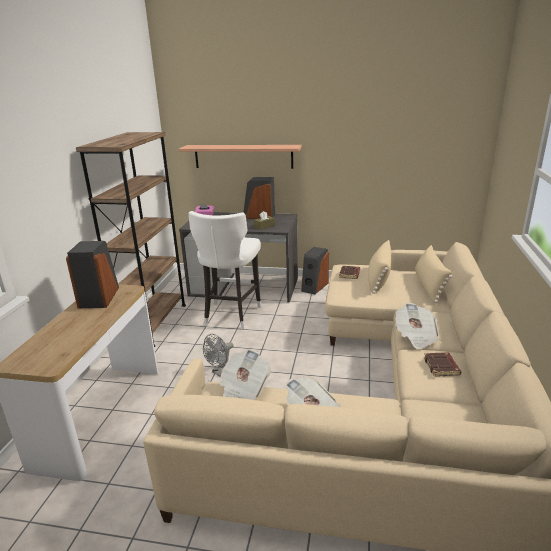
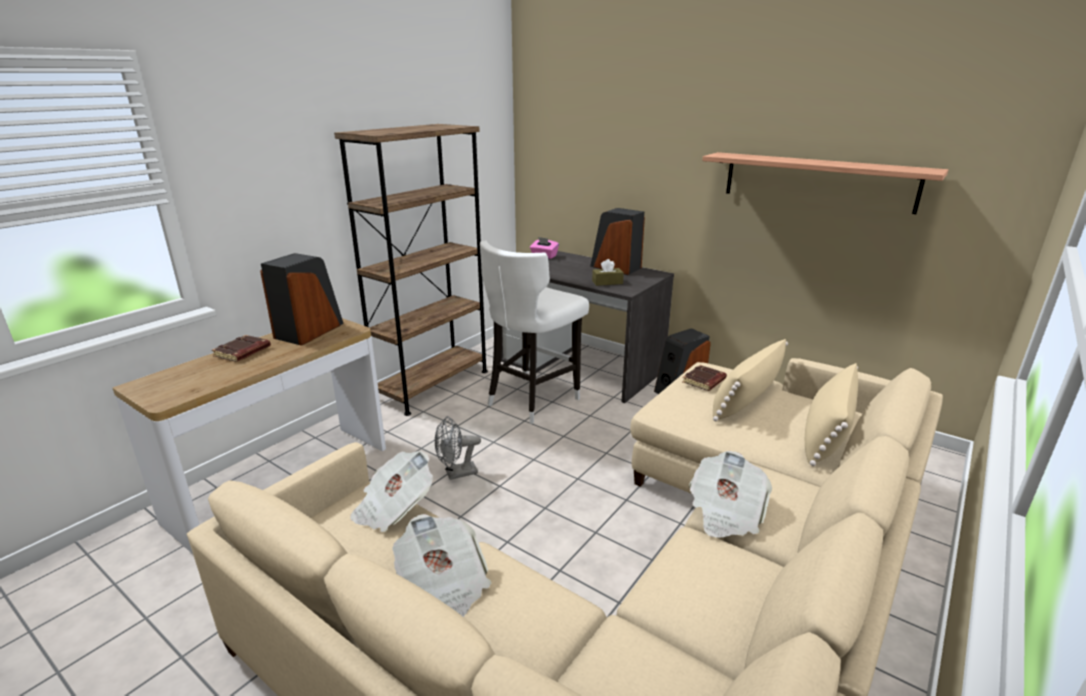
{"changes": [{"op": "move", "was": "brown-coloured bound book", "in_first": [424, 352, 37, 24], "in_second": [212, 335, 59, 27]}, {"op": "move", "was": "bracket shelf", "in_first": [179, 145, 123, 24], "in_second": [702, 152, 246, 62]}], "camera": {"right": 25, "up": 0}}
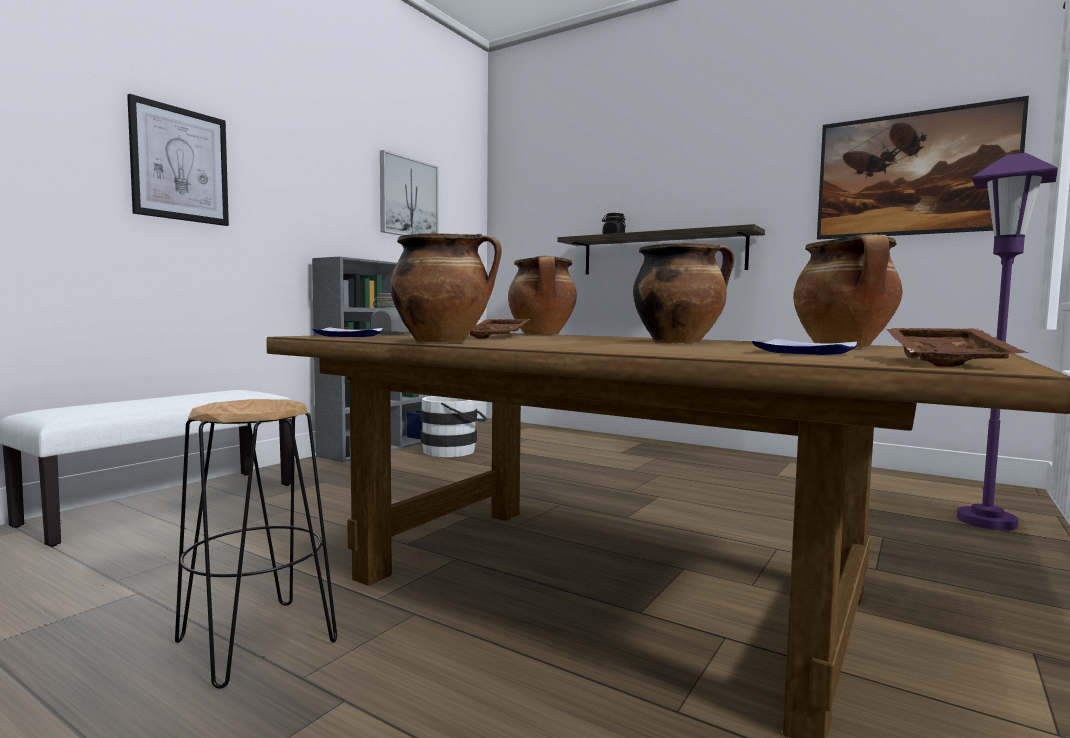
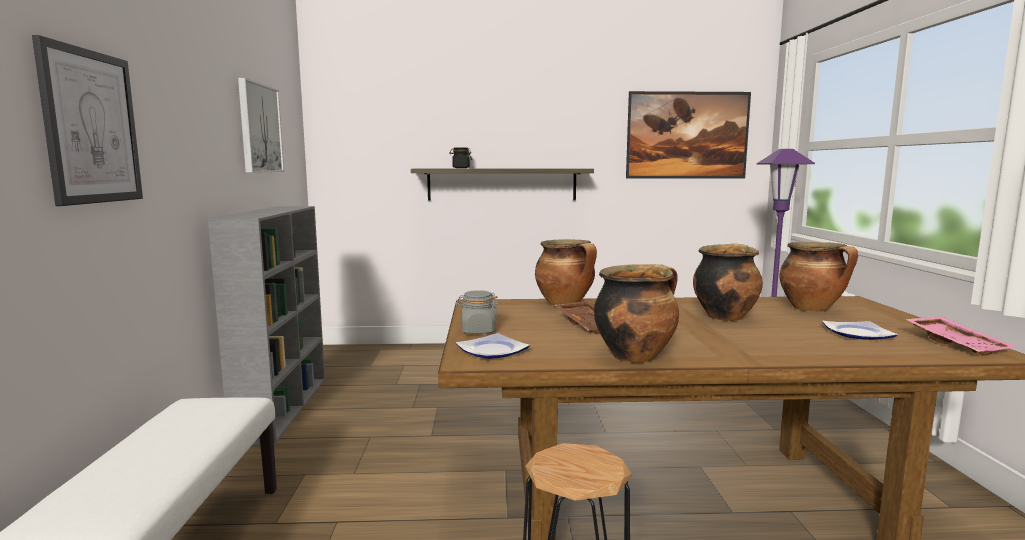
{"changes": [{"op": "recolor", "was": "brown-coloured carrying tray", "now": "pink-coloured carrying tray", "in_first": [886, 328, 142, 39], "in_second": [905, 316, 112, 40]}, {"op": "delete", "was": "white-coloured bucket", "in_first": [421, 396, 65, 61]}], "camera": {"right": -35, "up": 5}}
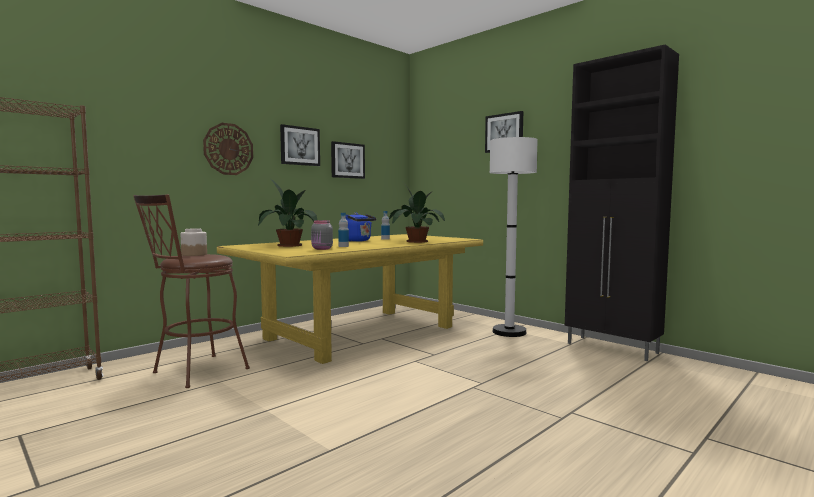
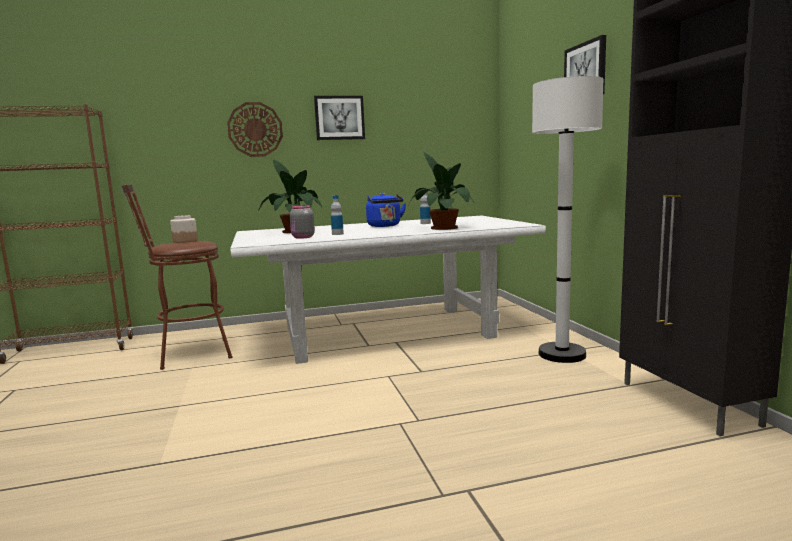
{"changes": [{"op": "recolor", "was": "yellow kitchen table", "now": "white-coloured kitchen table", "in_first": [217, 234, 266, 130], "in_second": [230, 216, 316, 148]}, {"op": "delete", "was": "picture", "in_first": [331, 141, 34, 38]}], "camera": {"right": 30, "up": 5}}
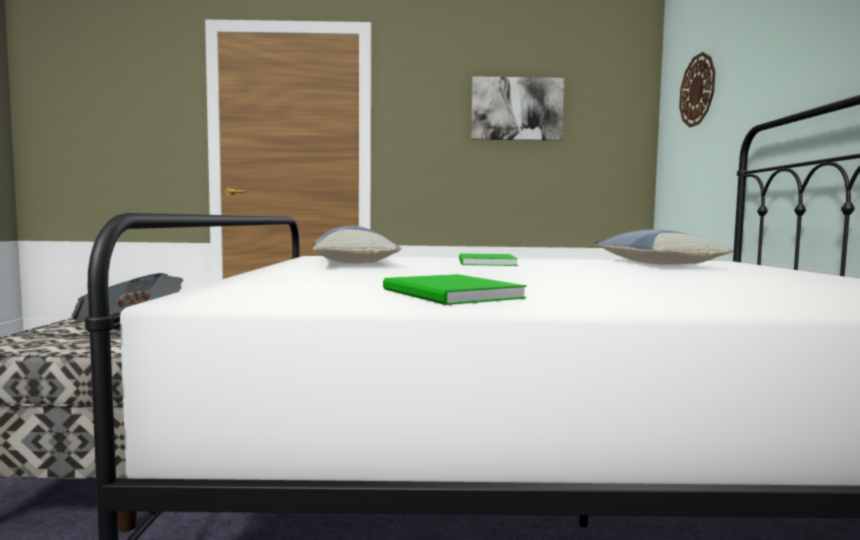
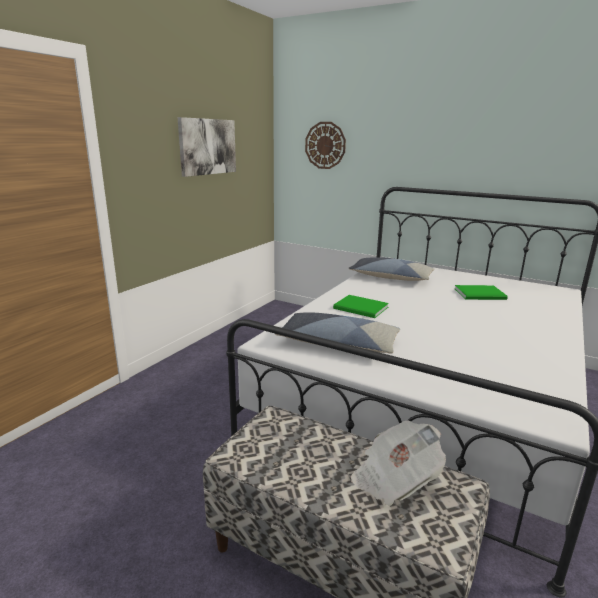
{"changes": [{"op": "move", "was": "green bound book", "in_first": [383, 274, 144, 31], "in_second": [455, 285, 53, 15]}], "camera": {"right": -60, "up": 15}}
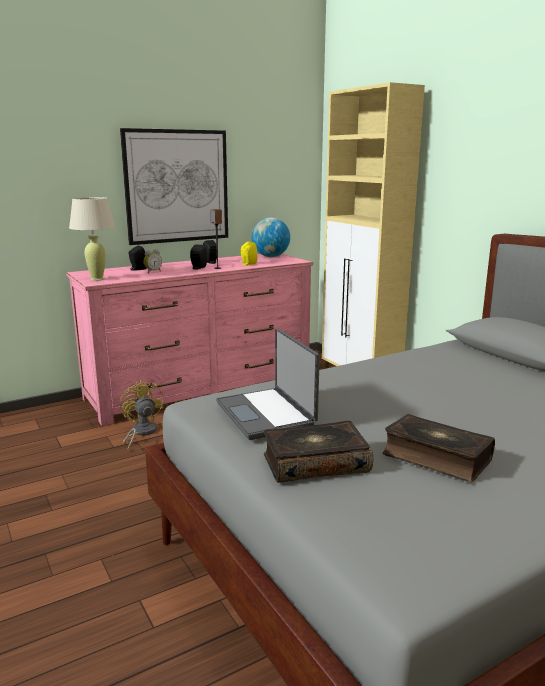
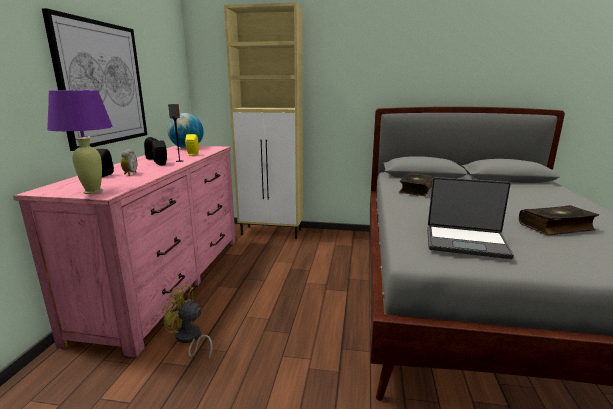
{"changes": [{"op": "recolor", "was": "beige lamp for a table", "now": "purple-coloured lamp for a table", "in_first": [69, 197, 47, 84], "in_second": [47, 90, 66, 104]}, {"op": "move", "was": "bound book", "in_first": [264, 420, 109, 63], "in_second": [399, 172, 35, 24]}], "camera": {"right": -50, "up": 0}}
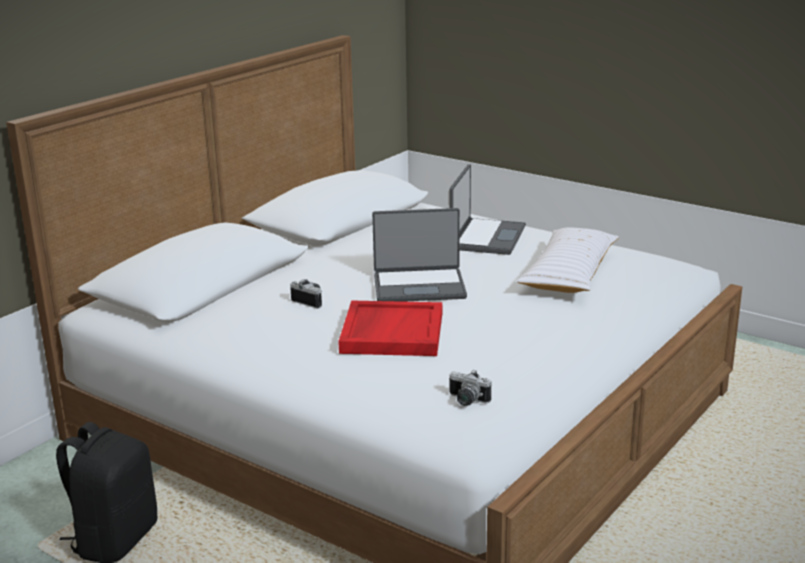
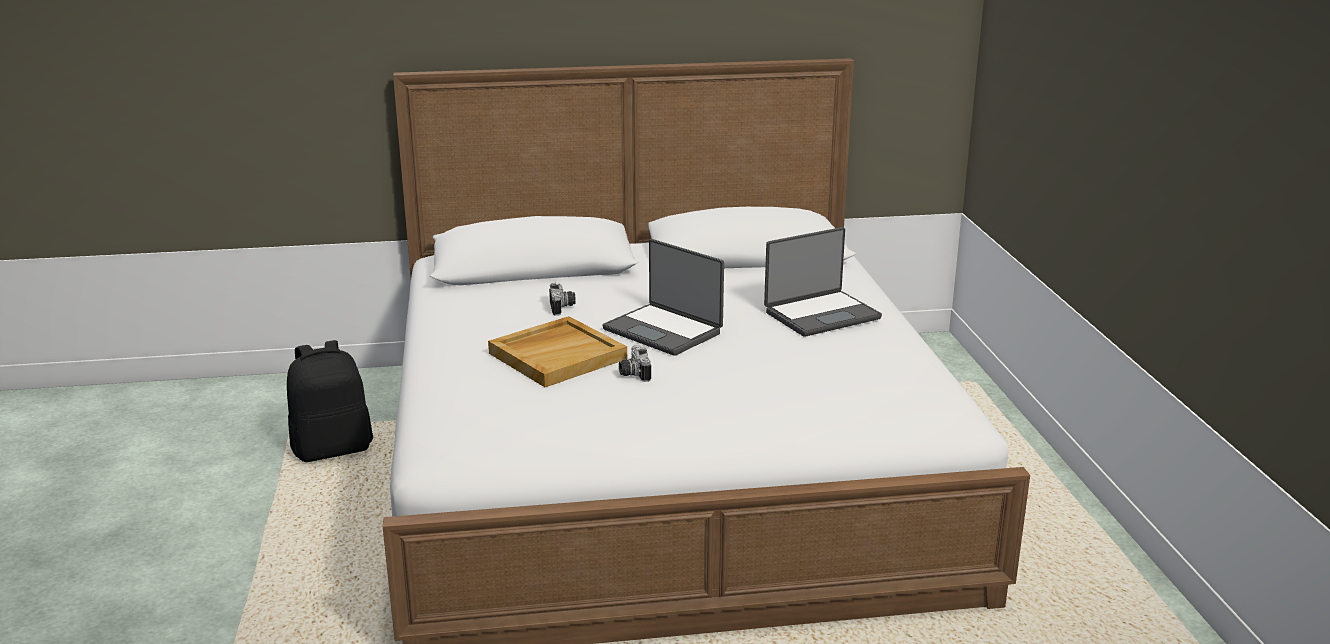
{"changes": [{"op": "recolor", "was": "red-coloured carrying tray", "now": "beige carrying tray", "in_first": [338, 301, 104, 55], "in_second": [488, 316, 139, 71]}, {"op": "move", "was": "still camera", "in_first": [449, 370, 43, 36], "in_second": [619, 345, 32, 37]}, {"op": "delete", "was": "white-coloured throw pillow", "in_first": [517, 227, 102, 66]}], "camera": {"right": 45, "up": 0}}
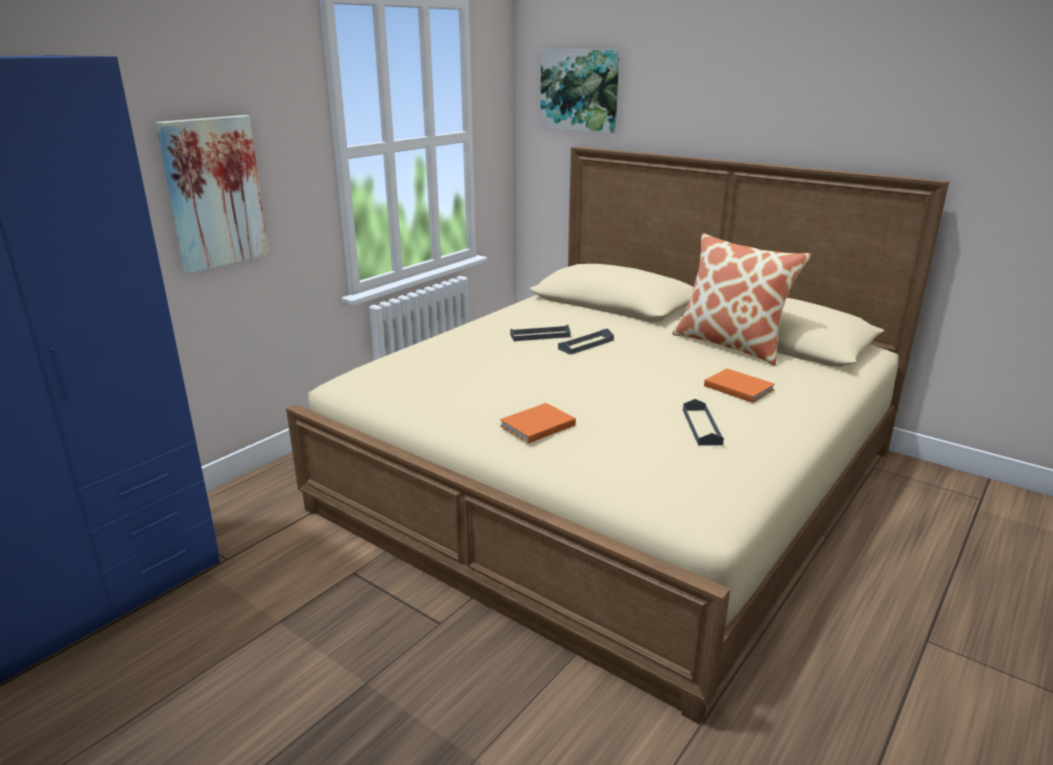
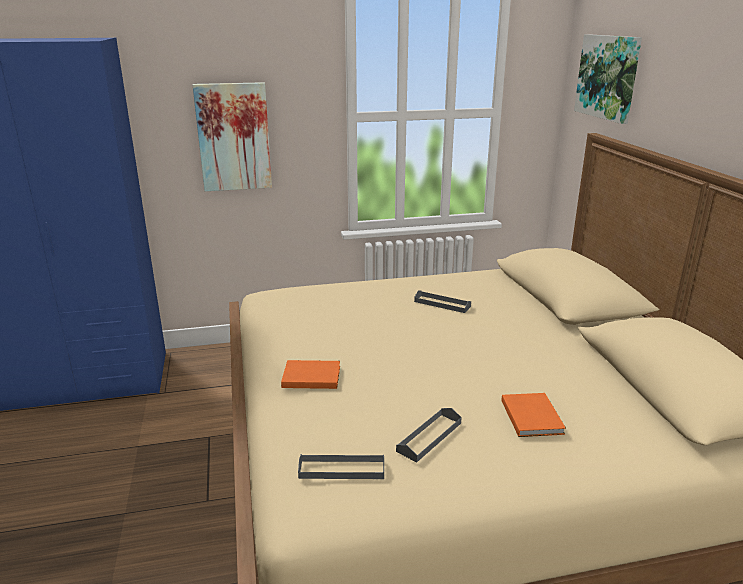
{"changes": [{"op": "move", "was": "greyish carrying tray", "in_first": [558, 328, 56, 27], "in_second": [298, 454, 86, 25]}, {"op": "delete", "was": "throw pillow", "in_first": [672, 233, 139, 132]}], "camera": {"right": 40, "up": 0}}
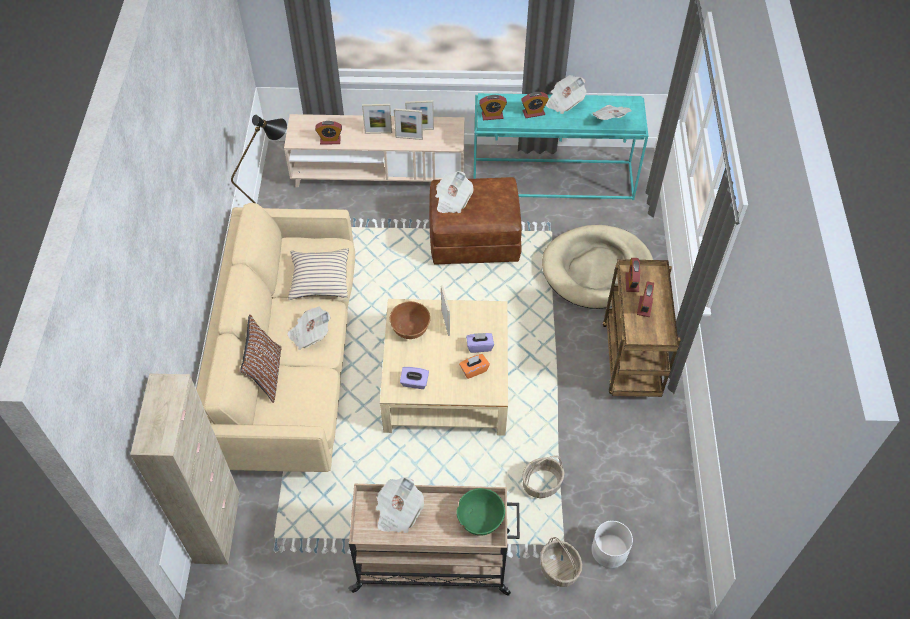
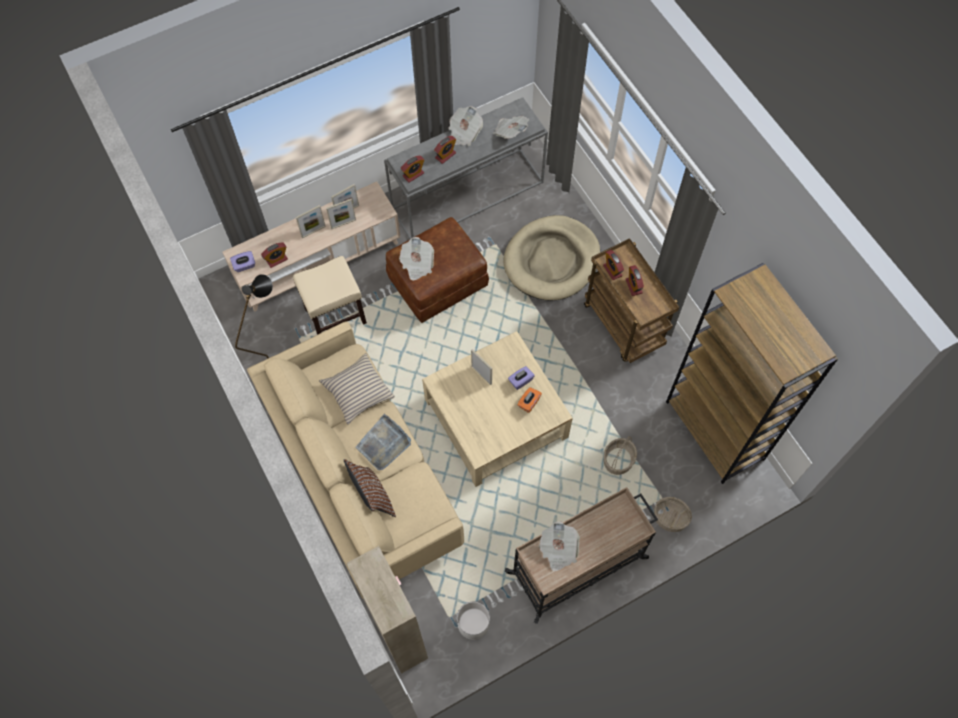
{"changes": [{"op": "move", "was": "purple-coloured tissue box", "in_first": [400, 367, 29, 22], "in_second": [230, 251, 25, 21]}, {"op": "insert", "now": "beige stool seat", "in_second": [293, 256, 74, 79]}, {"op": "replace", "was": "printed paper", "now": "greyish carrying tray", "in_first": [287, 306, 44, 44], "in_second": [355, 414, 56, 56]}, {"op": "recolor", "was": "turquoise narrow table", "now": "greyish narrow table", "in_first": [474, 93, 174, 107], "in_second": [384, 98, 164, 141]}, {"op": "move", "was": "white-coloured flower pot", "in_first": [591, 520, 42, 48], "in_second": [457, 601, 33, 39]}, {"op": "insert", "now": "brown-coloured bookcase", "in_second": [666, 263, 172, 221]}, {"op": "delete", "was": "brown-coloured serving bowl", "in_first": [390, 301, 40, 38]}, {"op": "delete", "was": "green serving bowl", "in_first": [456, 488, 49, 48]}], "camera": {"right": -30, "up": 10}}
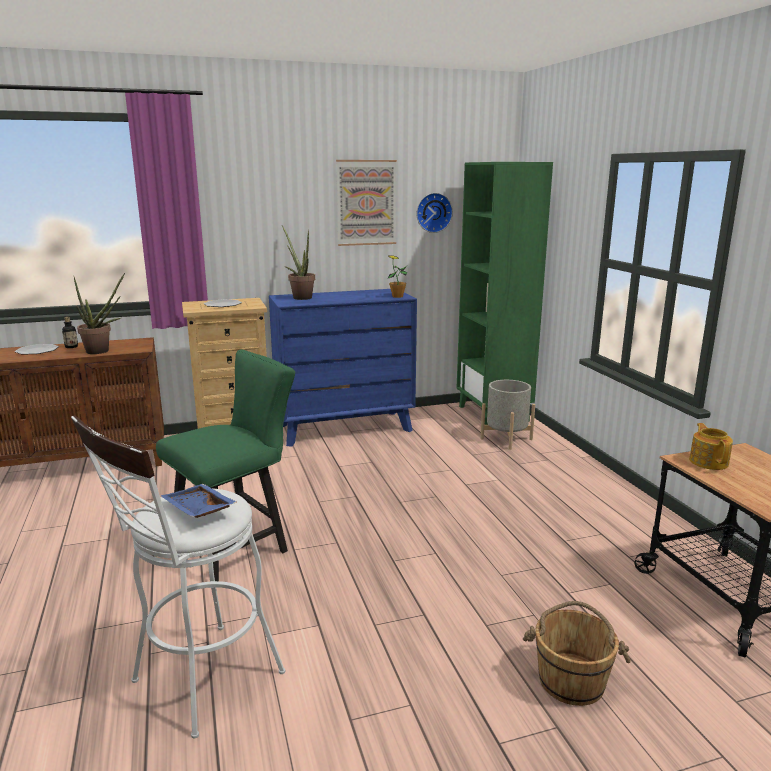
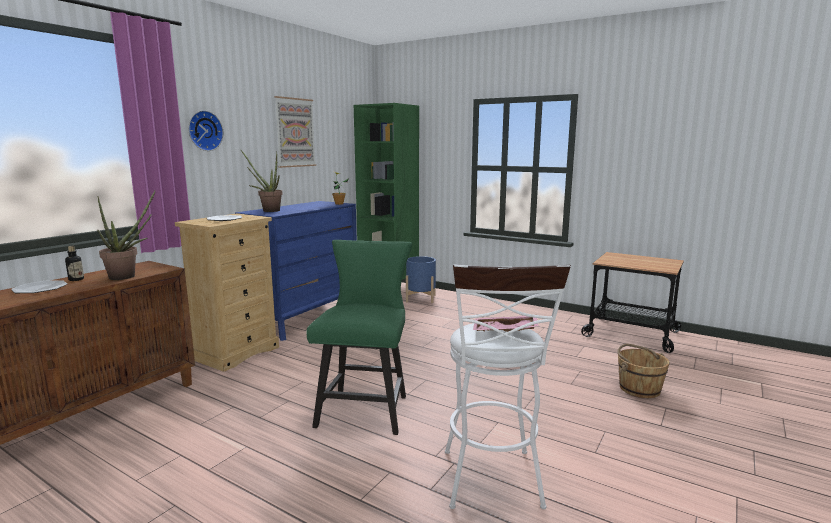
{"changes": [{"op": "move", "was": "wall clock", "in_first": [417, 193, 36, 40], "in_second": [188, 110, 35, 41]}, {"op": "recolor", "was": "greyish flower pot", "now": "blue-coloured flower pot", "in_first": [480, 380, 55, 70], "in_second": [406, 256, 30, 47]}, {"op": "recolor", "was": "blue-coloured carrying tray", "now": "pink-coloured carrying tray", "in_first": [161, 484, 76, 34], "in_second": [473, 316, 65, 16]}, {"op": "delete", "was": "teapot", "in_first": [689, 423, 44, 47]}], "camera": {"right": -40, "up": -5}}
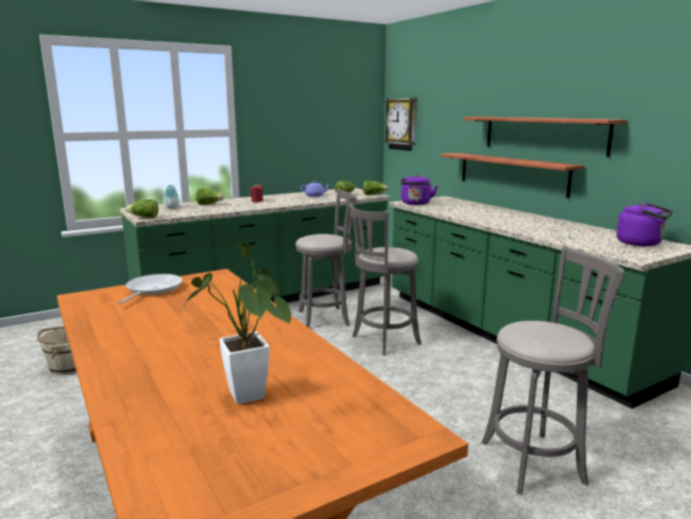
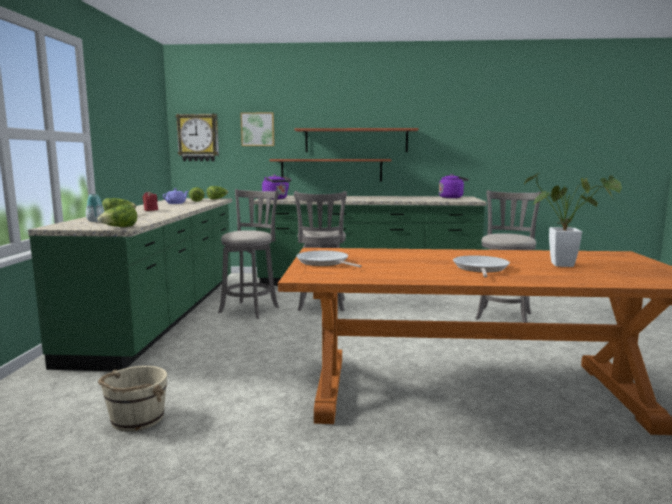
{"changes": [{"op": "insert", "now": "picture", "in_second": [240, 112, 35, 34]}, {"op": "insert", "now": "frying pan", "in_second": [453, 255, 57, 23]}], "camera": {"right": -55, "up": -5}}
